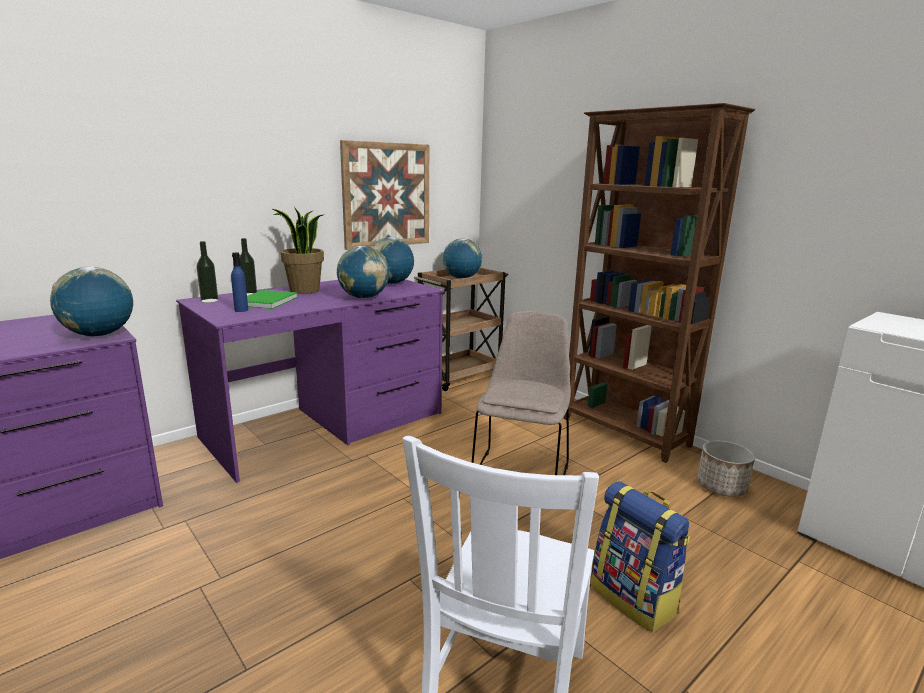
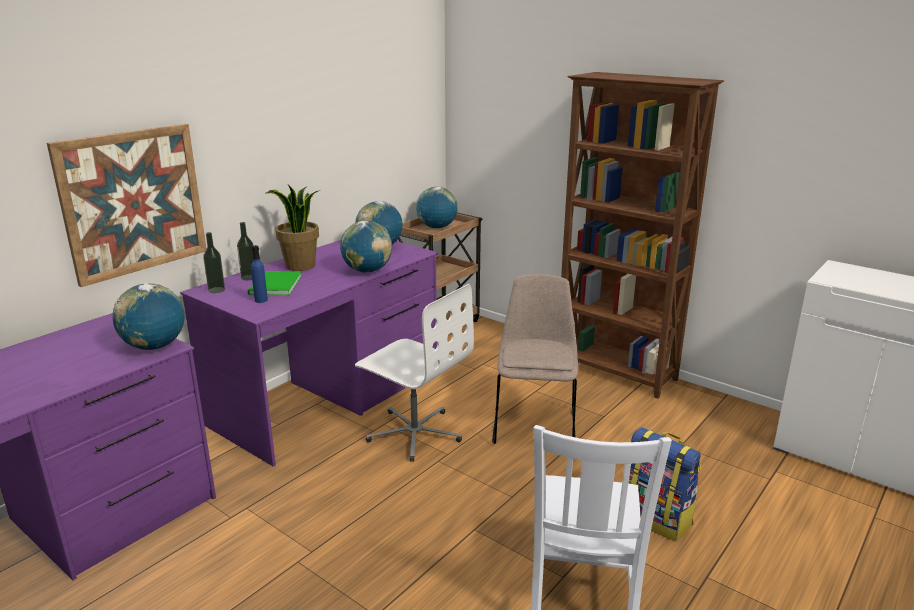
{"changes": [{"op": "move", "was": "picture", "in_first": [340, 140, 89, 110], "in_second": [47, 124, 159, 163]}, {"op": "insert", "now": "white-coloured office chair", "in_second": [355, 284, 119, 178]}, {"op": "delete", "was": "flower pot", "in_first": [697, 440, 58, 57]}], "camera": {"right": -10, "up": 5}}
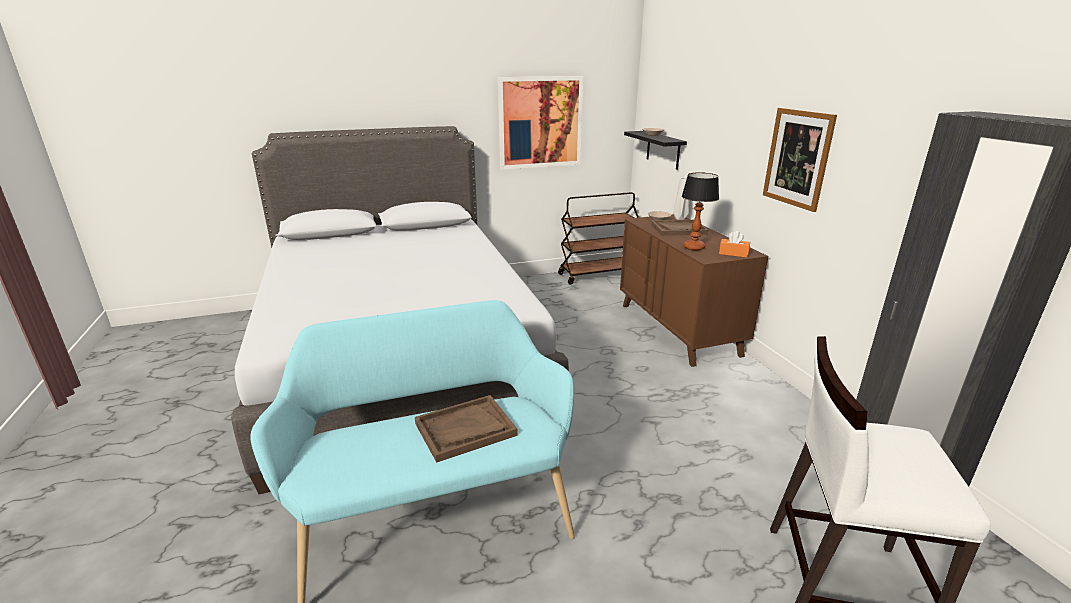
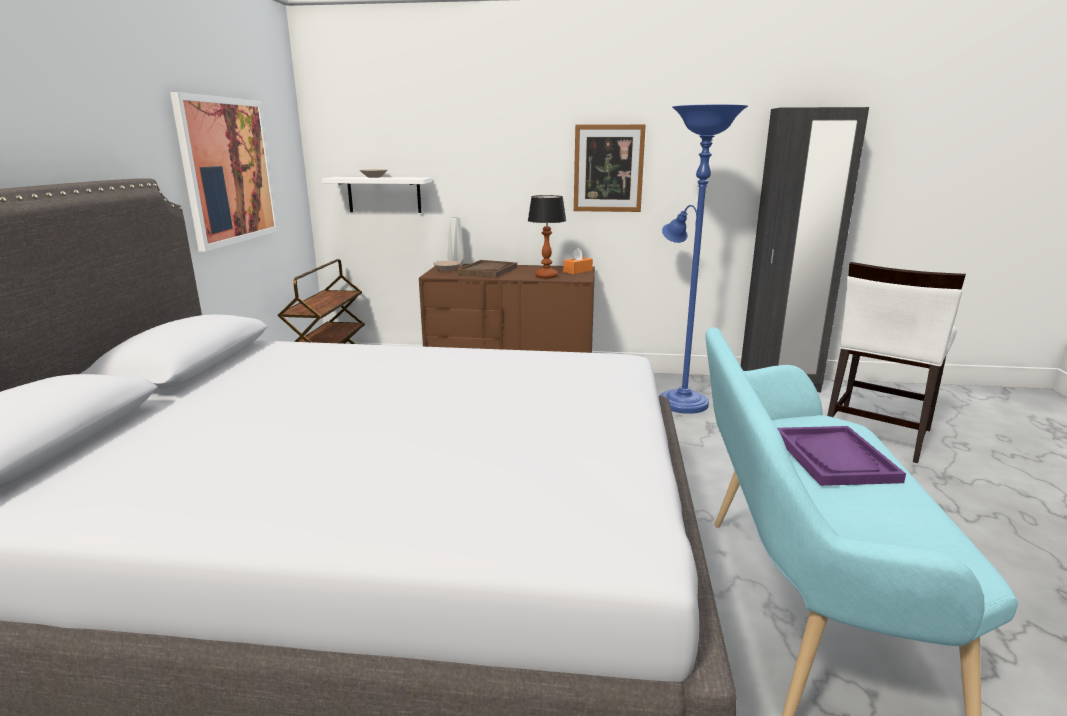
{"changes": [{"op": "recolor", "was": "black bracket shelf", "now": "white-coloured bracket shelf", "in_first": [624, 131, 63, 39], "in_second": [322, 177, 110, 36]}, {"op": "insert", "now": "blue-coloured floor lamp", "in_second": [660, 104, 88, 310]}, {"op": "recolor", "was": "brown-coloured carrying tray", "now": "purple-coloured carrying tray", "in_first": [415, 395, 103, 68], "in_second": [777, 426, 129, 60]}], "camera": {"right": -65, "up": -5}}
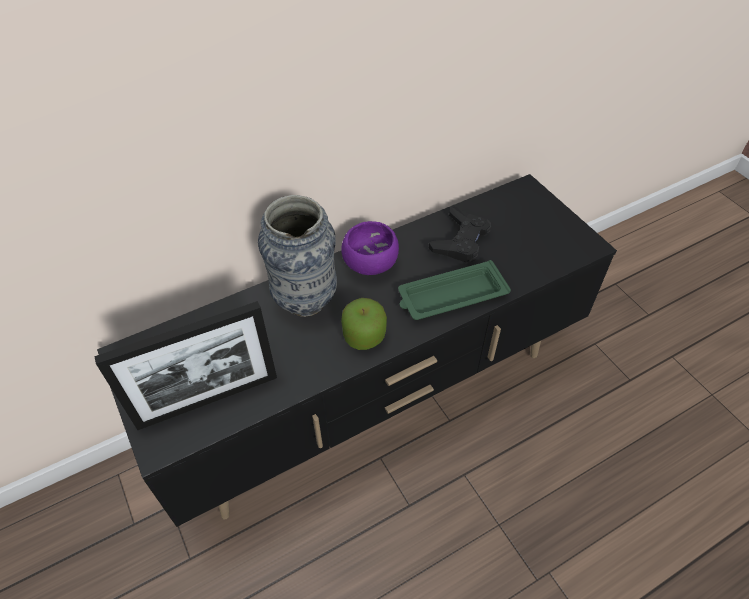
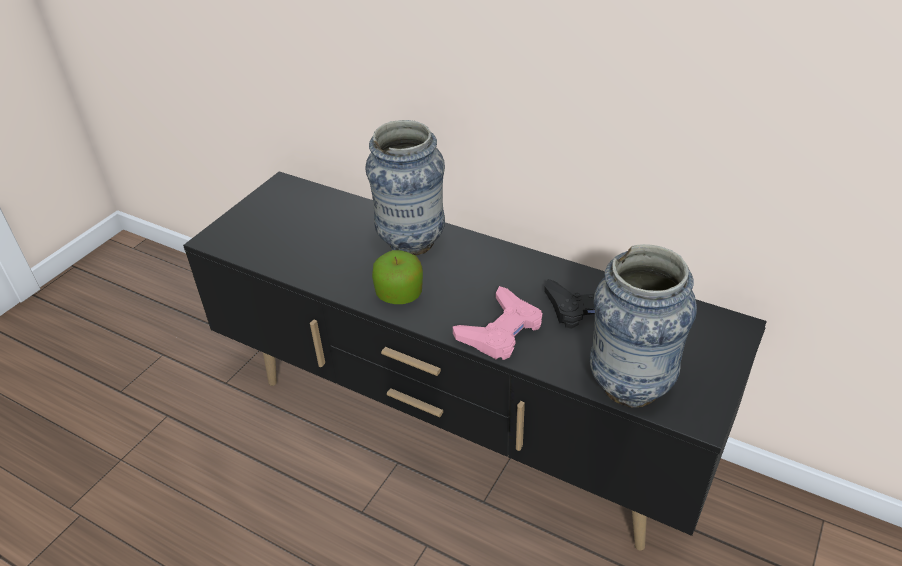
{"changes": [{"op": "replace", "was": "green carrying tray", "now": "pink-coloured gamepad", "in_first": [398, 260, 113, 60], "in_second": [453, 286, 89, 74]}, {"op": "insert", "now": "decorative vase", "in_second": [590, 244, 107, 163]}, {"op": "delete", "was": "photo frame", "in_first": [94, 301, 183, 129]}, {"op": "delete", "was": "purple-coloured serving bowl", "in_first": [341, 221, 58, 54]}], "camera": {"right": 60, "up": -10}}
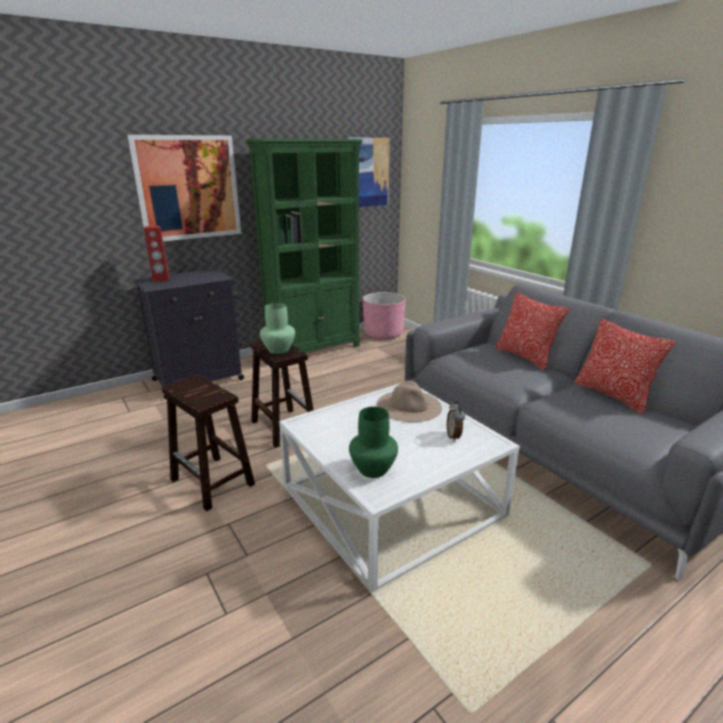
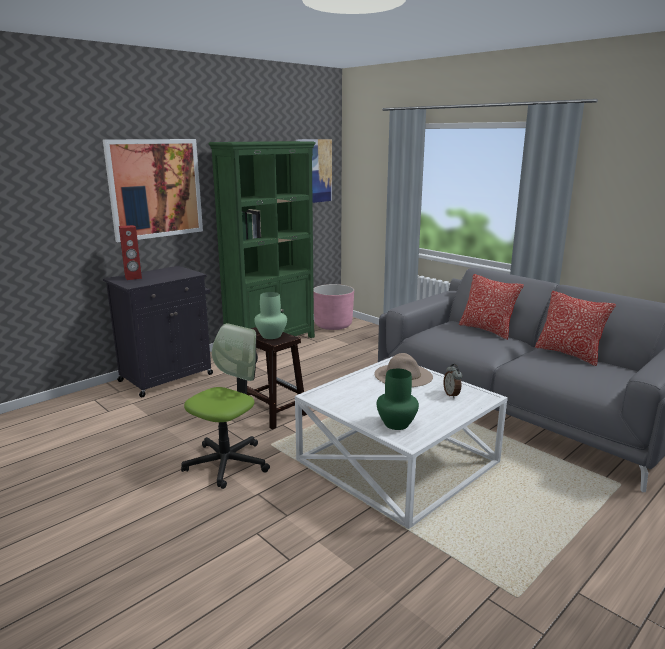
{"changes": [{"op": "replace", "was": "brown-coloured stool seat", "now": "office chair", "in_first": [162, 375, 93, 136], "in_second": [181, 323, 89, 166]}], "camera": {"right": -10, "up": -5}}
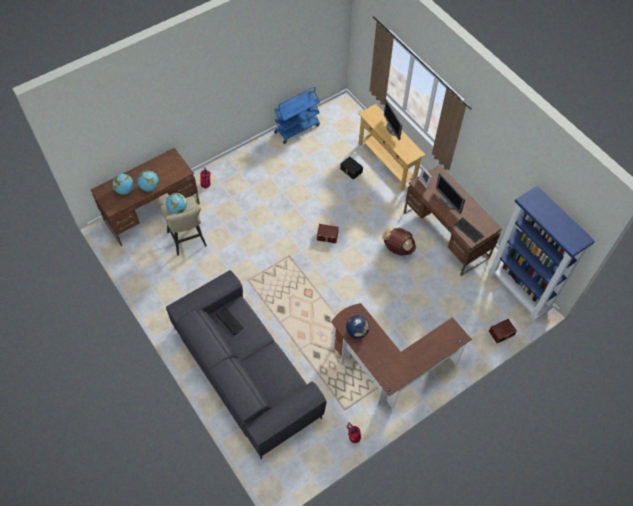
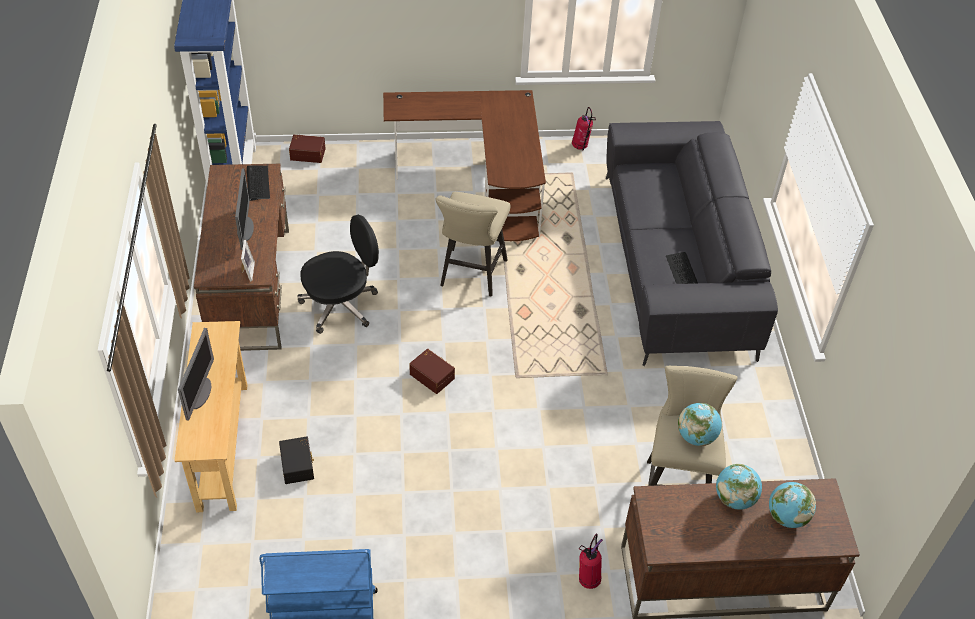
{"changes": [{"op": "replace", "was": "brown-coloured backpack", "now": "black office chair", "in_first": [382, 227, 34, 28], "in_second": [297, 215, 82, 119]}, {"op": "insert", "now": "beige stool seat", "in_second": [436, 192, 74, 105]}, {"op": "delete", "was": "world globe", "in_first": [346, 315, 23, 24]}], "camera": {"right": -150, "up": -10}}
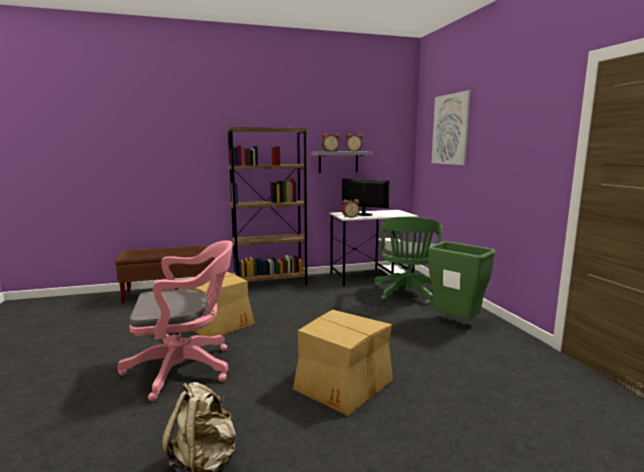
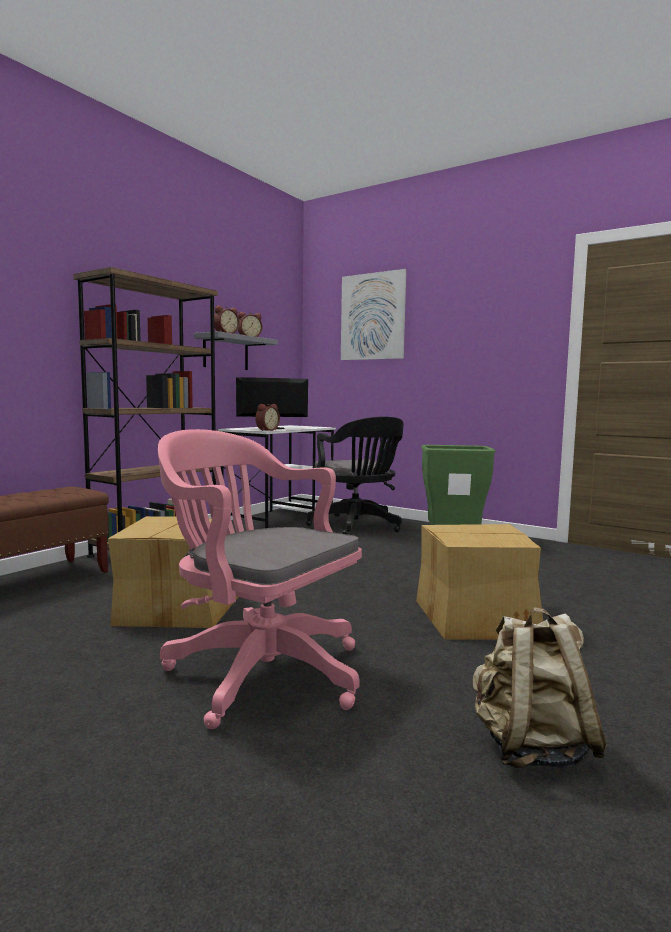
{"changes": [{"op": "rotate", "was": "pink-coloured office chair", "in_first": [117, 240, 116, 161], "in_second": [158, 429, 204, 300], "clockwise": -90}, {"op": "recolor", "was": "green office chair", "now": "black office chair", "in_first": [374, 217, 68, 88], "in_second": [306, 416, 98, 118]}], "camera": {"right": -40, "up": -5}}
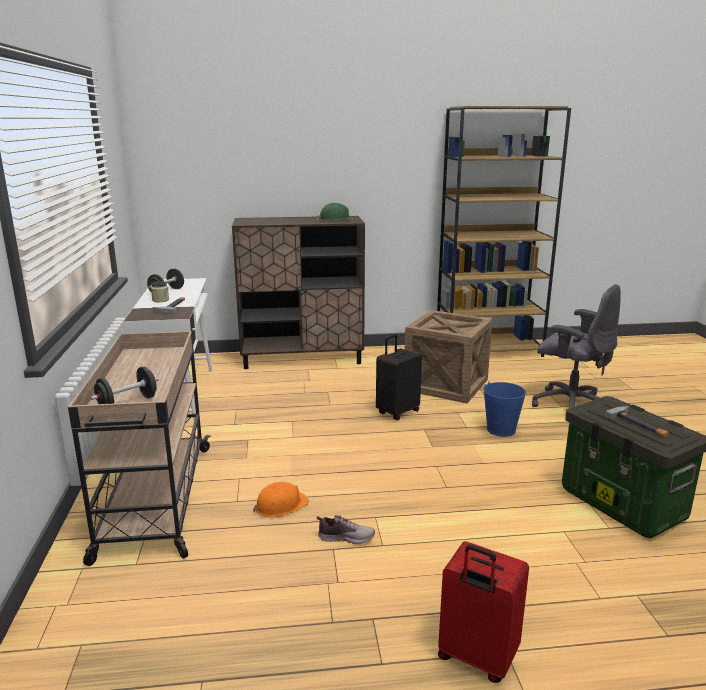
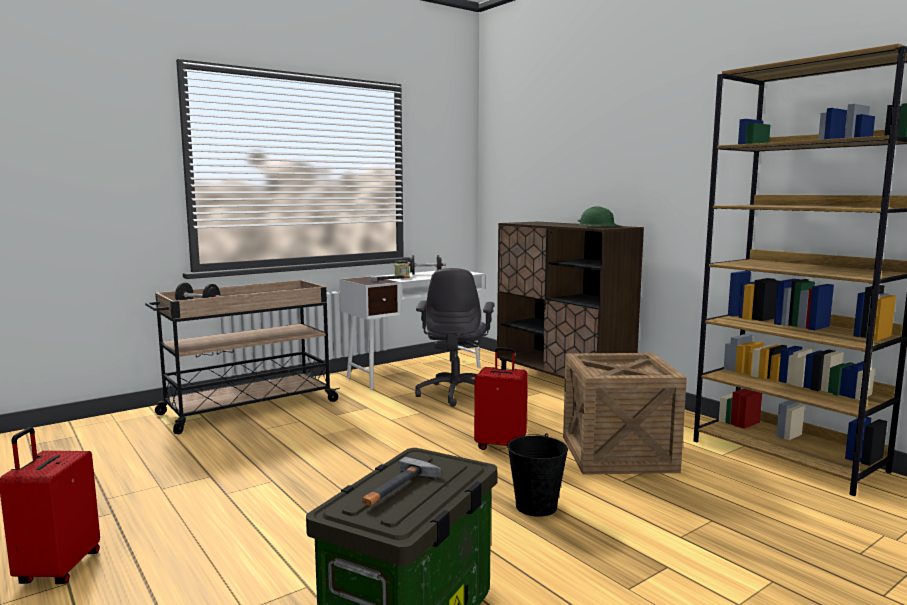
{"changes": [{"op": "move", "was": "greyish office chair", "in_first": [532, 284, 89, 124], "in_second": [415, 268, 79, 139]}, {"op": "recolor", "was": "black piece of luggage", "now": "red-coloured piece of luggage", "in_first": [376, 334, 46, 86], "in_second": [474, 347, 54, 103]}, {"op": "recolor", "was": "blue-coloured bucket", "now": "black bucket", "in_first": [483, 381, 43, 56], "in_second": [507, 433, 61, 84]}, {"op": "delete", "was": "orange-coloured work helmet", "in_first": [253, 482, 56, 35]}, {"op": "delete", "was": "low shoe", "in_first": [317, 515, 58, 29]}], "camera": {"right": 60, "up": -10}}
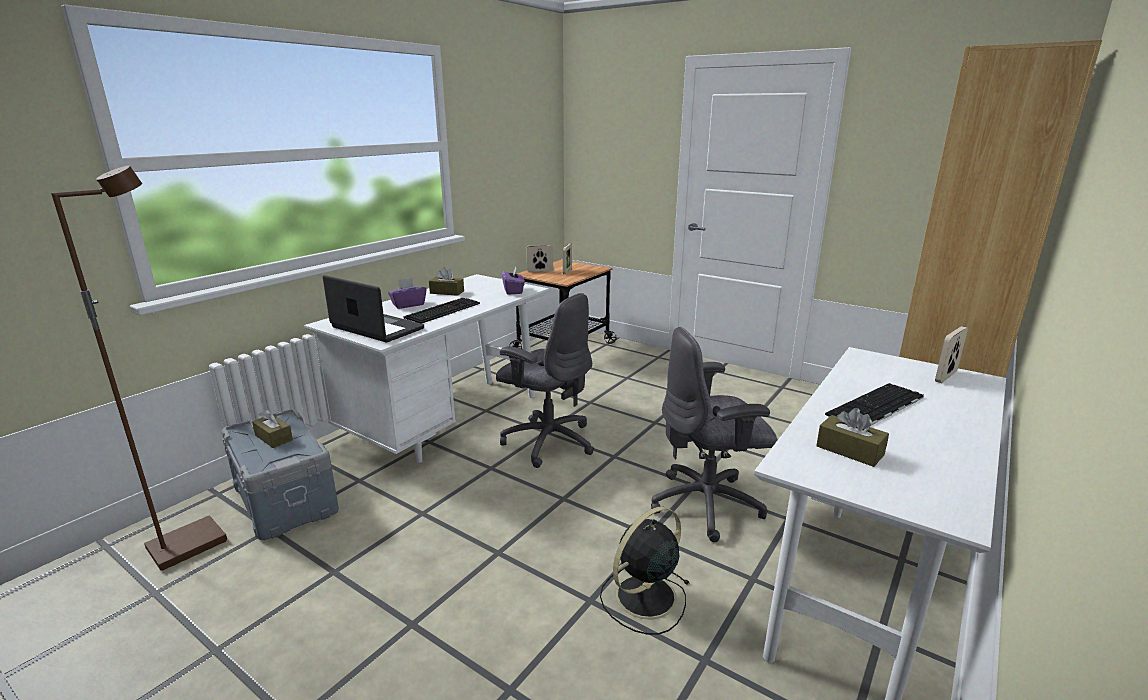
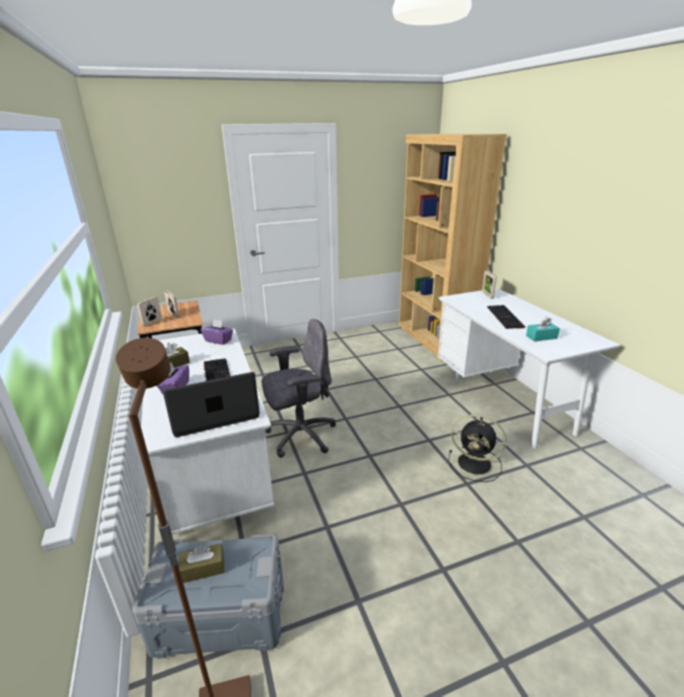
{"changes": [{"op": "rotate", "was": "black electric fan", "in_first": [600, 507, 89, 128], "in_second": [448, 414, 59, 68], "clockwise": -60}, {"op": "recolor", "was": "brown-coloured tissue box", "now": "turquoise tissue box", "in_first": [816, 408, 73, 59], "in_second": [526, 317, 34, 24]}, {"op": "delete", "was": "greyish office chair", "in_first": [651, 327, 126, 215]}], "camera": {"right": -55, "up": 5}}
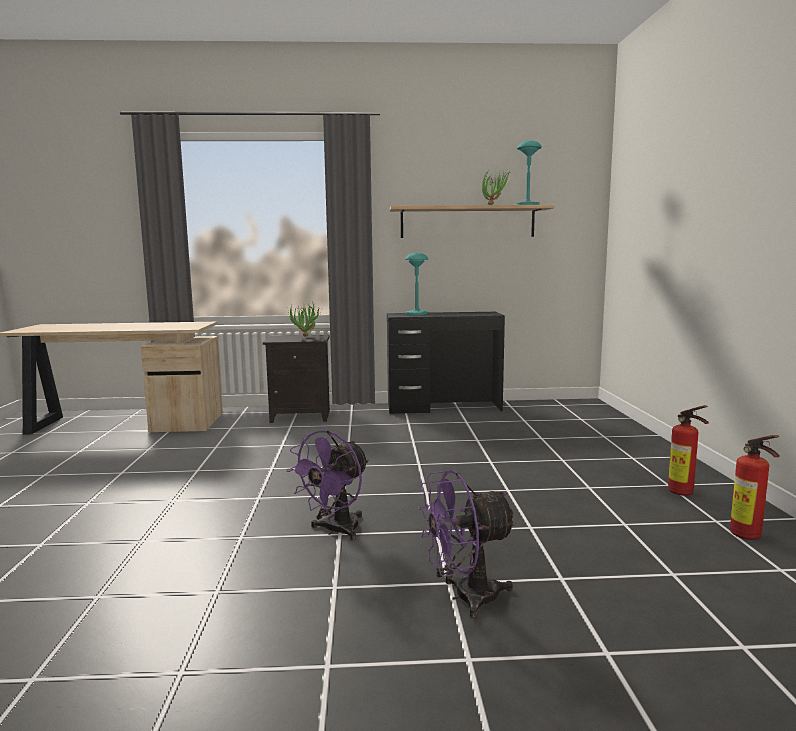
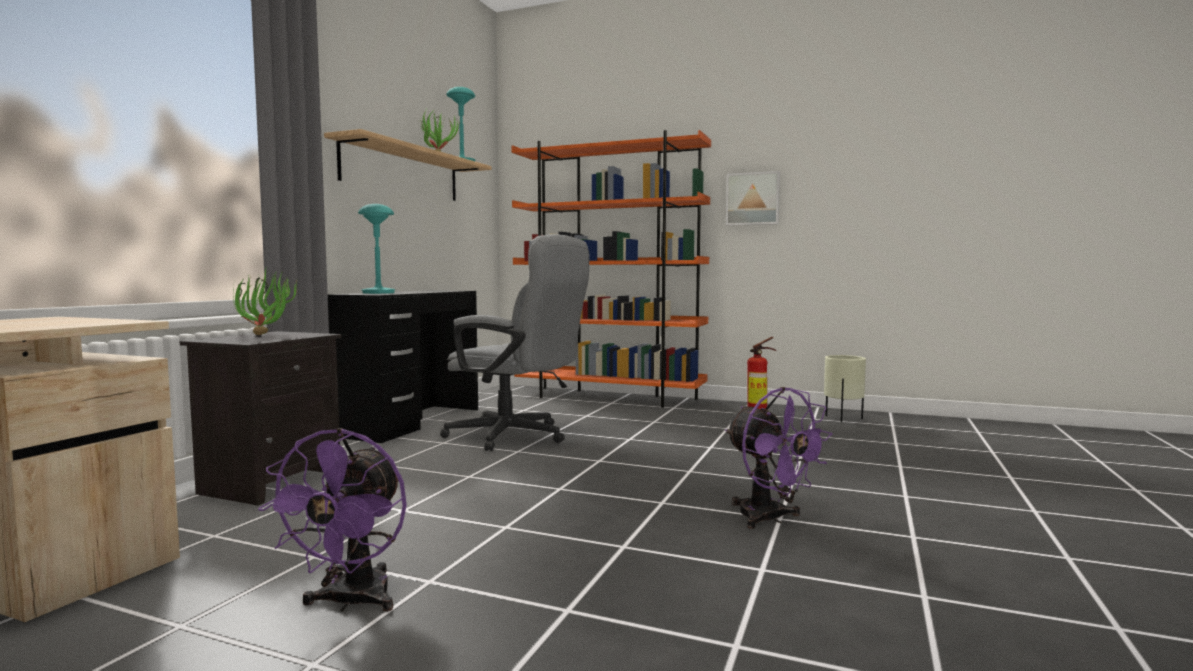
{"changes": [{"op": "move", "was": "purple-coloured electric fan", "in_first": [418, 470, 99, 149], "in_second": [258, 428, 149, 184]}, {"op": "insert", "now": "greyish office chair", "in_second": [440, 234, 150, 217]}, {"op": "insert", "now": "orange-coloured bookcase", "in_second": [511, 130, 200, 278]}, {"op": "insert", "now": "picture", "in_second": [726, 171, 54, 55]}, {"op": "replace", "was": "fire-fighting cylinder", "now": "beige flower pot", "in_first": [730, 435, 50, 105], "in_second": [824, 355, 42, 67]}], "camera": {"right": -65, "up": -5}}
